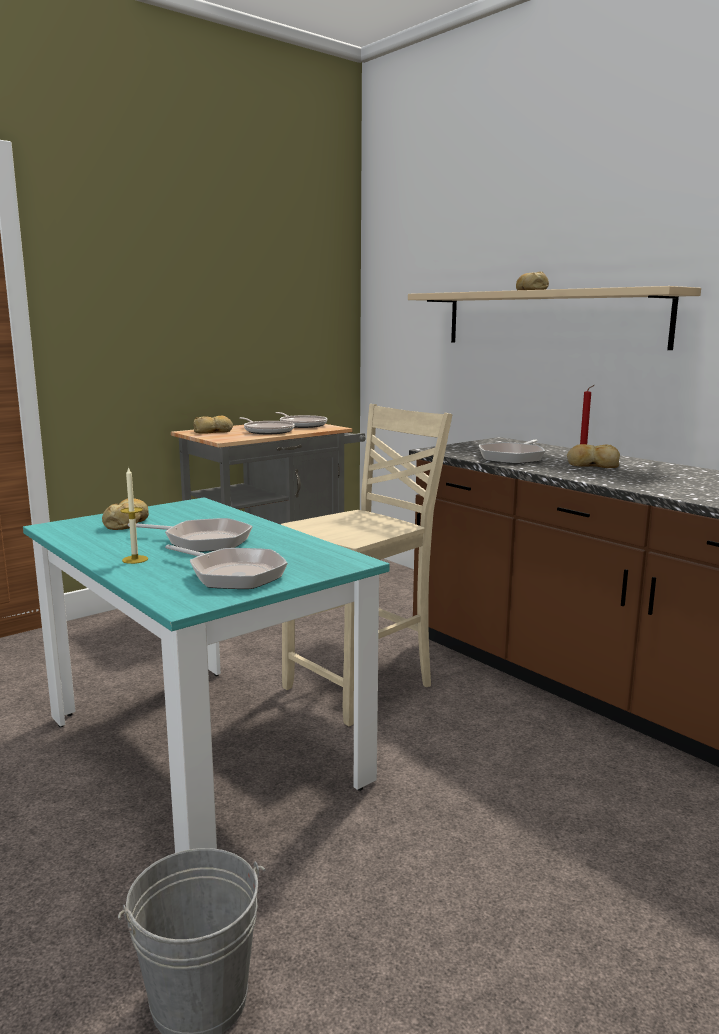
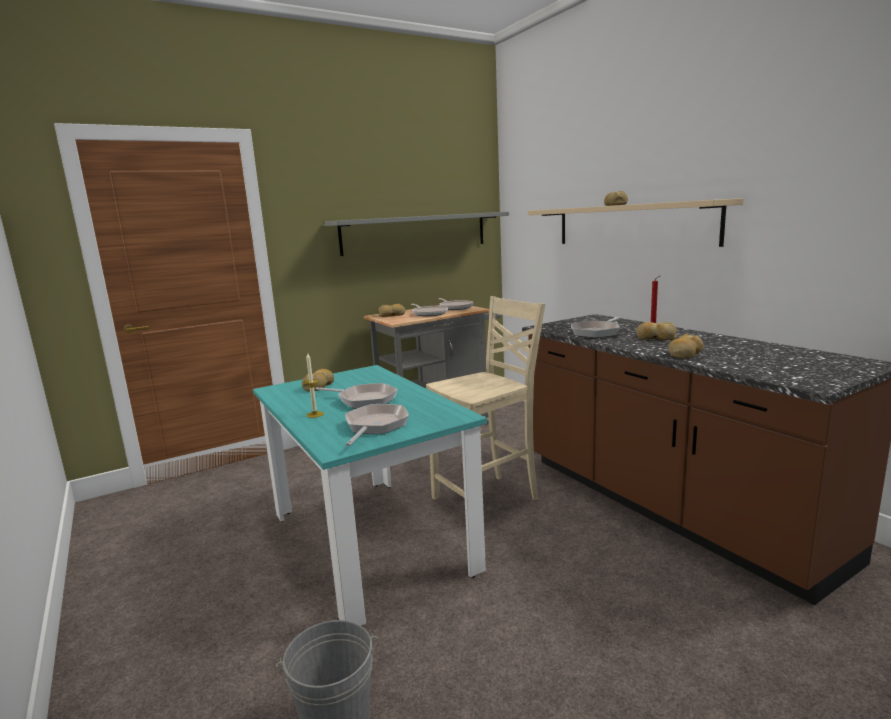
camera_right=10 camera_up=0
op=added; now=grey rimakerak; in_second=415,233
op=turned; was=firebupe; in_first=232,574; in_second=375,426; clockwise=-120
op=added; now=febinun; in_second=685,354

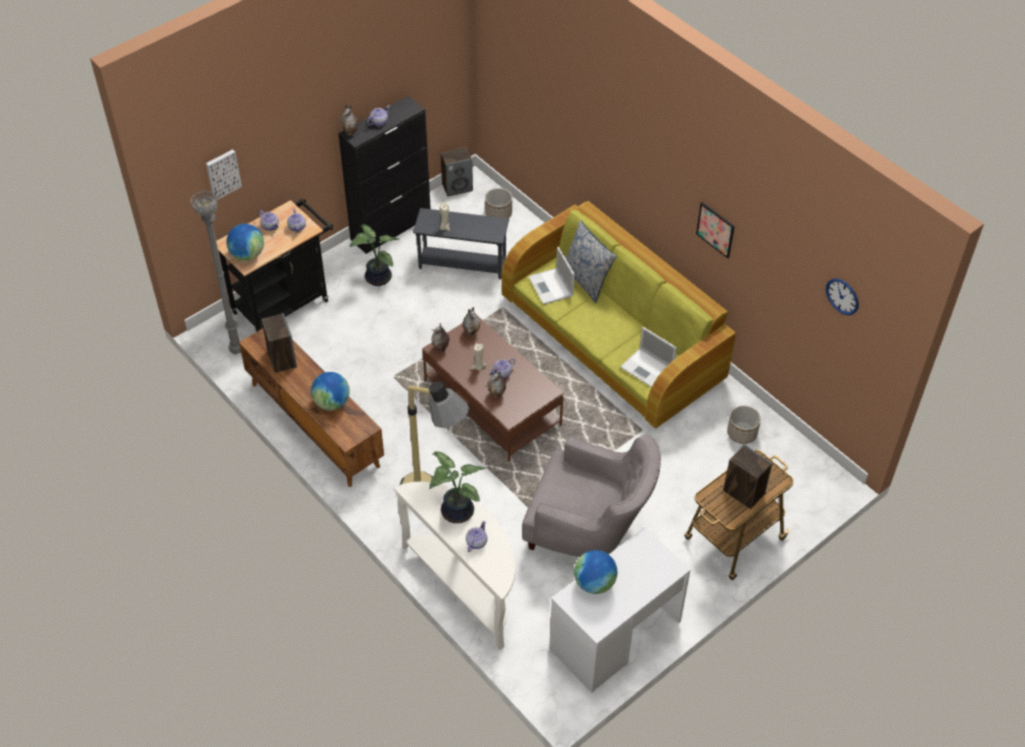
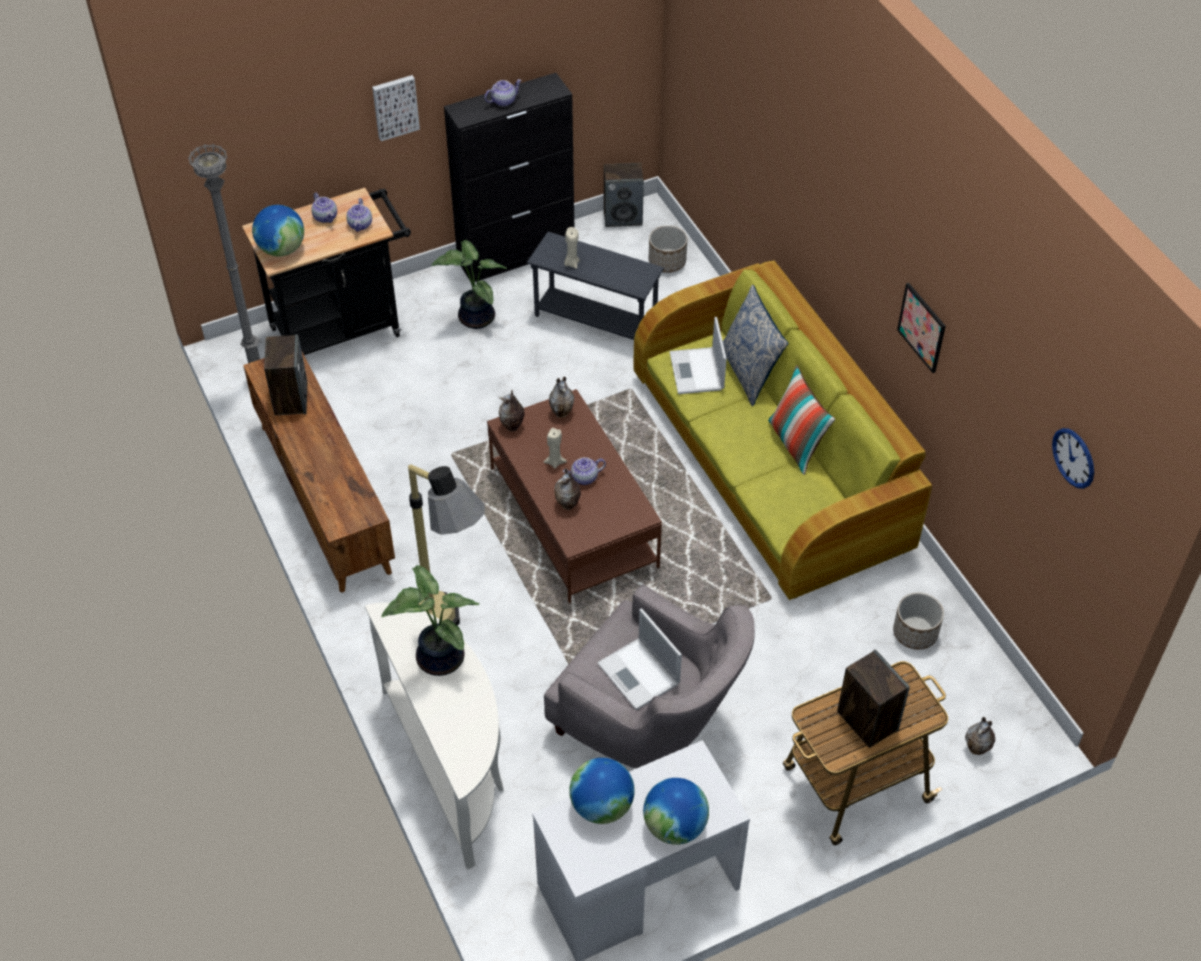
camera_right=15 camera_up=0
op=moved; was=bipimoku; in_first=222,173; in_second=395,106
op=moved; was=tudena; in_first=648,368; in_second=639,674
op=moved; was=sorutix; in_first=332,402; in_second=675,826
op=added; now=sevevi; in_second=797,444
op=moved; was=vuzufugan; in_first=351,132; in_second=977,749
op=removed; was=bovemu; in_first=476,542

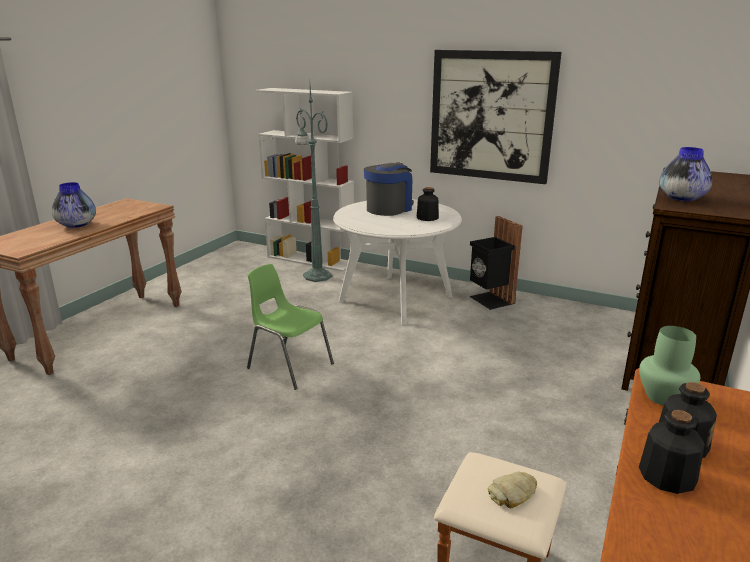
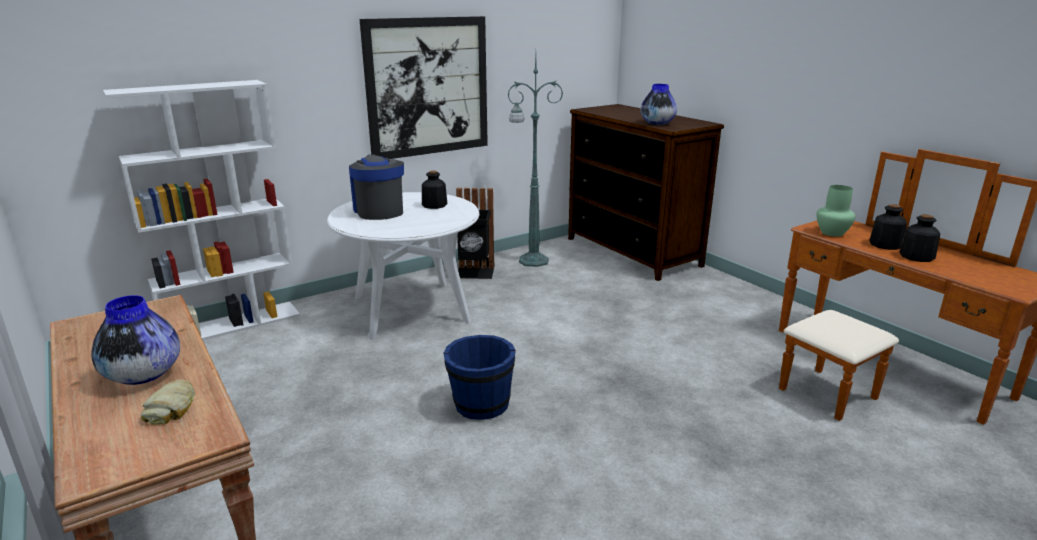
camera_right=-60 camera_up=0
op=moved; was=febinun; in_first=513,493; in_second=172,407
op=replaced; was=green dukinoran; now=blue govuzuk; in_first=289,366; in_second=481,405
op=moved; was=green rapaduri; in_first=316,275; in_second=532,261

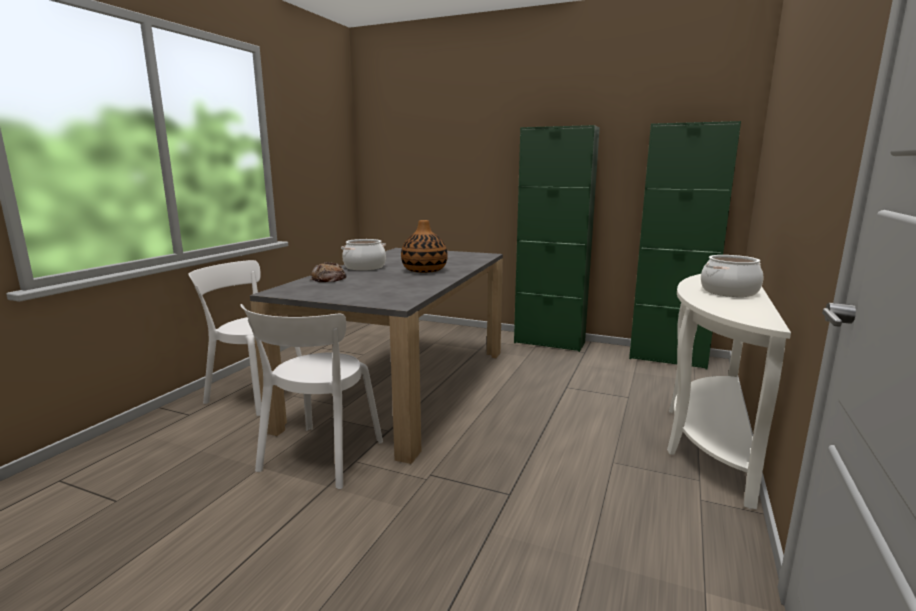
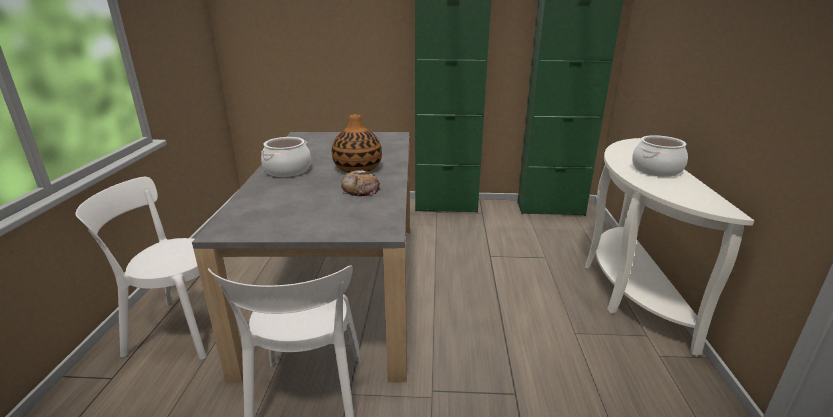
camera_right=-20 camera_up=10
op=moved; was=febinun; in_first=329,278; in_second=361,189

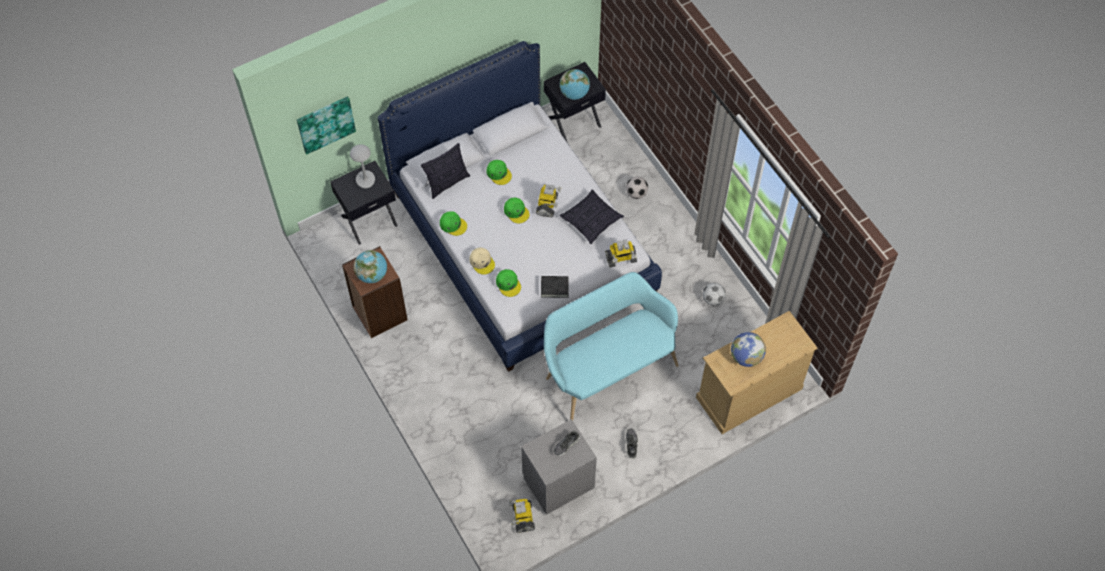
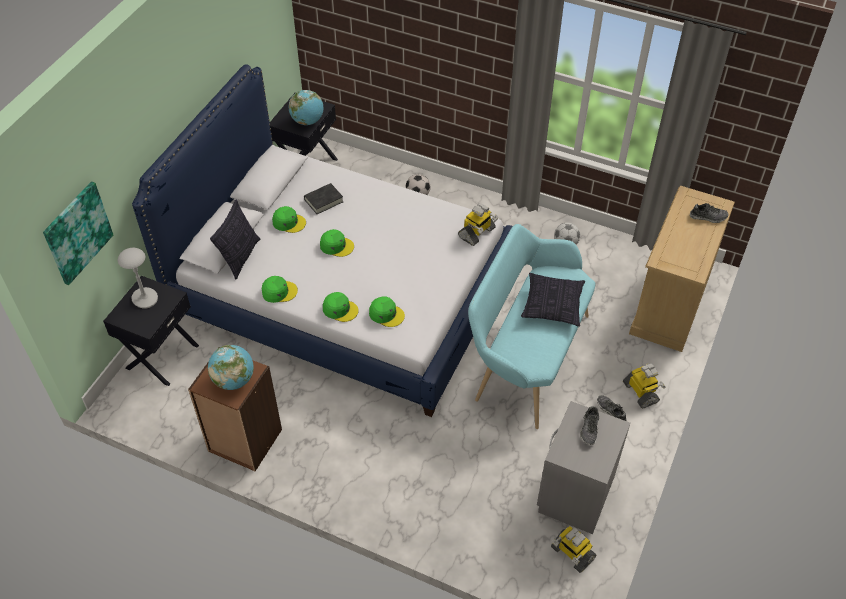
camera_right=-35 camera_up=-10
op=moved; was=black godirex; in_first=554,288; in_second=323,201
op=recoloured; was=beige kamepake; now=green kamepake; in_first=482,262; in_second=340,309
op=moved; was=sevevi; in_first=591,220; in_second=552,305
op=moved; was=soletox; in_first=547,205; in_second=641,392
op=added; now=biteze; in_second=708,217
op=removed; was=sorutix; in_first=746,357

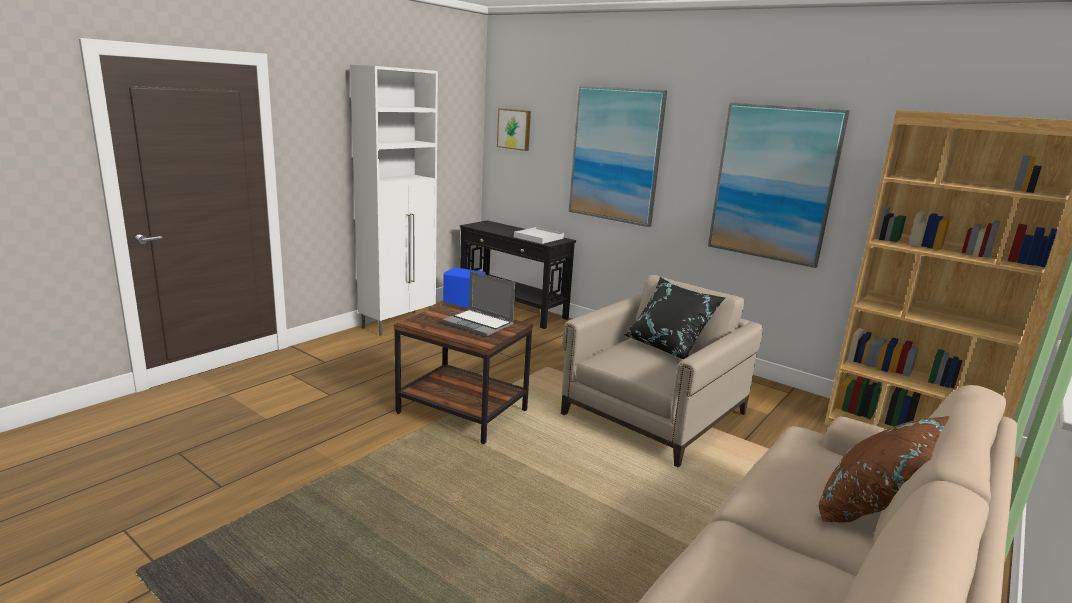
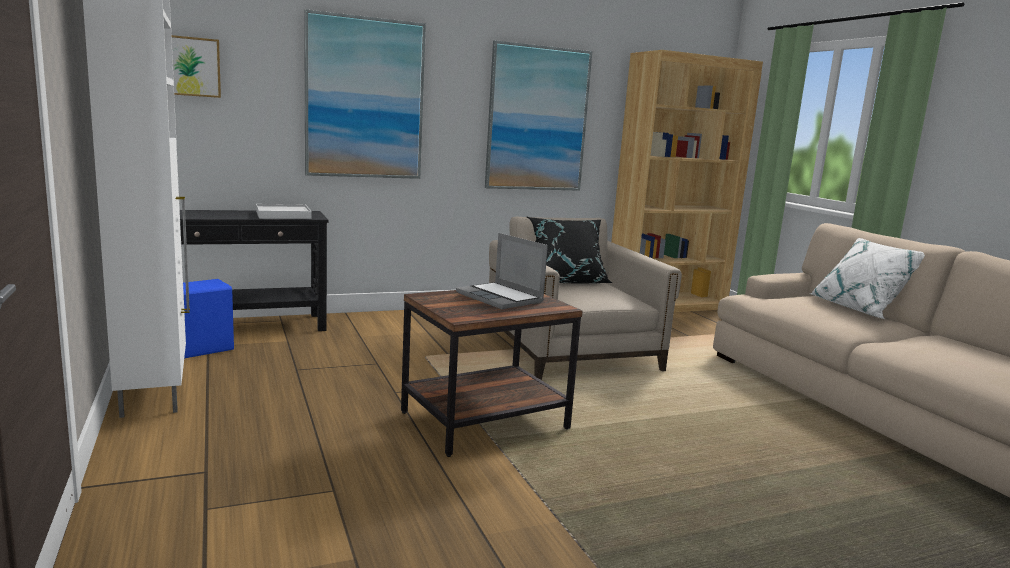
camera_right=-60 camera_up=-5
op=turned; was=tudena; in_first=479,324; in_second=501,298; clockwise=75
op=recoloured; was=brown sevevi; now=white sevevi; in_first=874,510; in_second=861,309

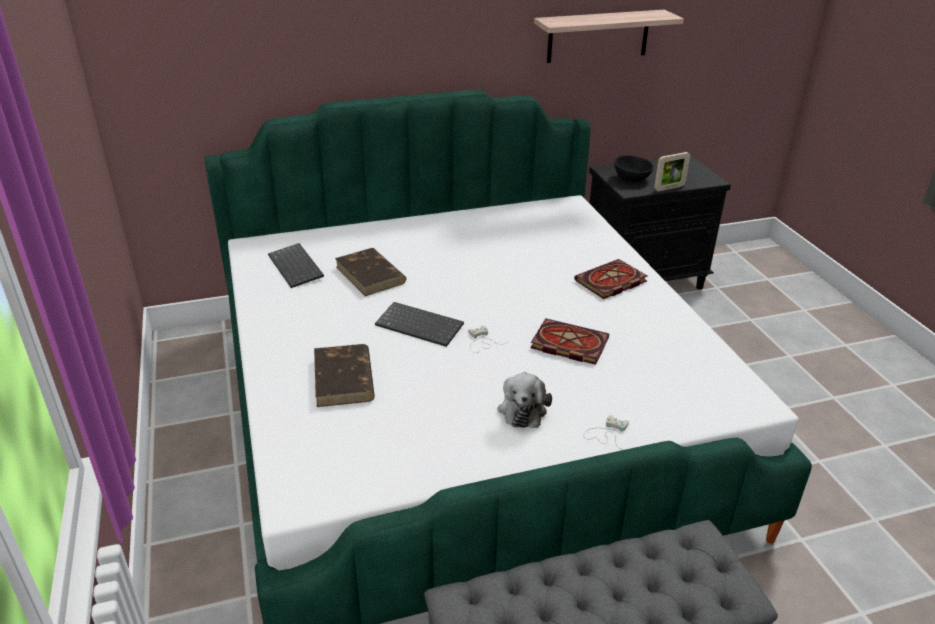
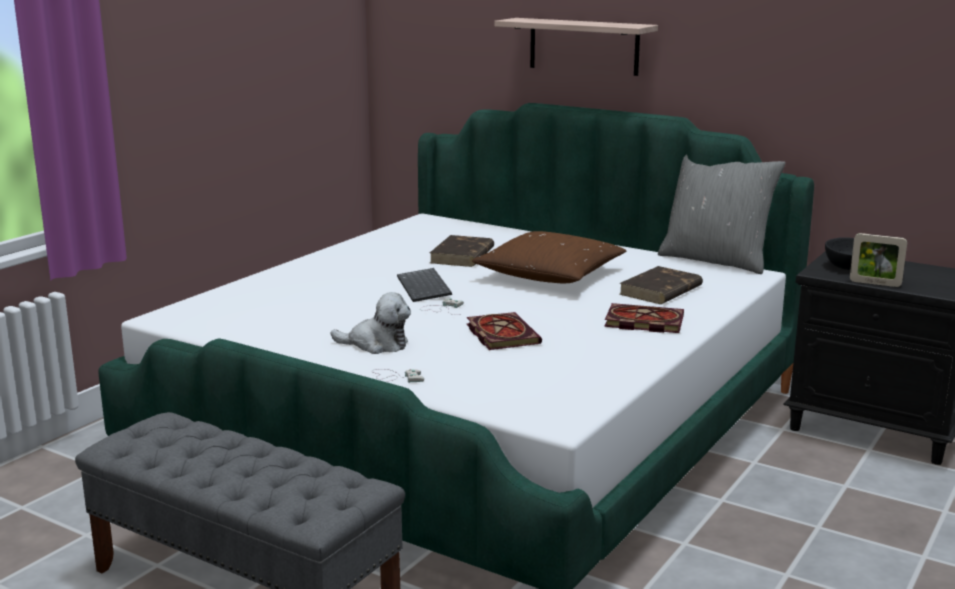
camera_right=50 camera_up=-15
op=turned; was=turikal; in_first=522,408; in_second=376,344; clockwise=-135
op=added; now=brown sevevi; in_second=550,275
op=moved; was=rimakerak; in_first=598,36; in_second=583,46
op=moved; was=brown godirex; in_first=344,379; in_second=660,290
op=added; now=grey sevevi; in_second=716,260
op=removed; was=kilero; in_first=297,267

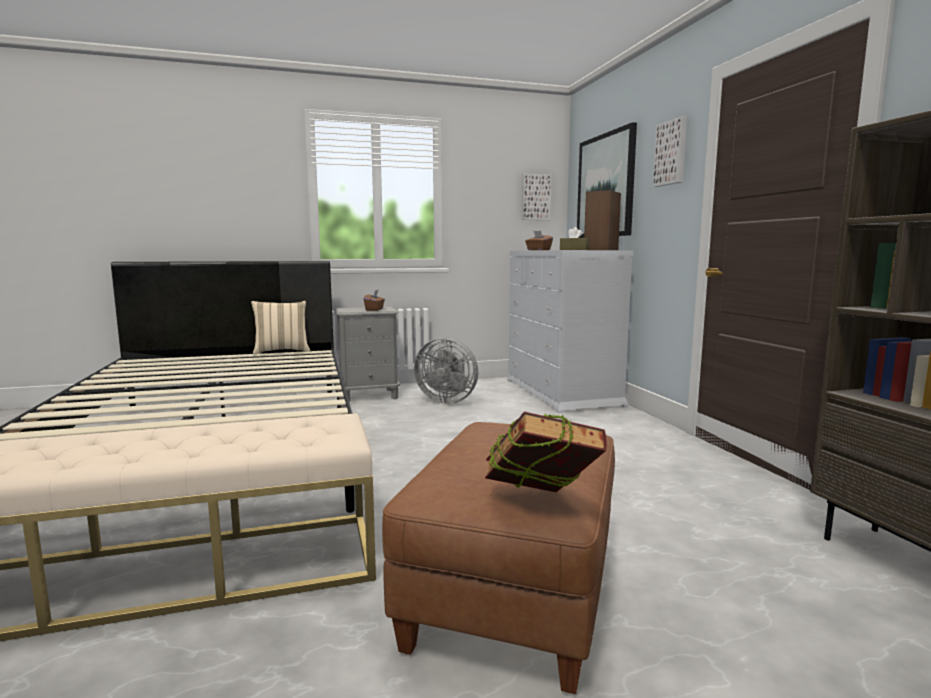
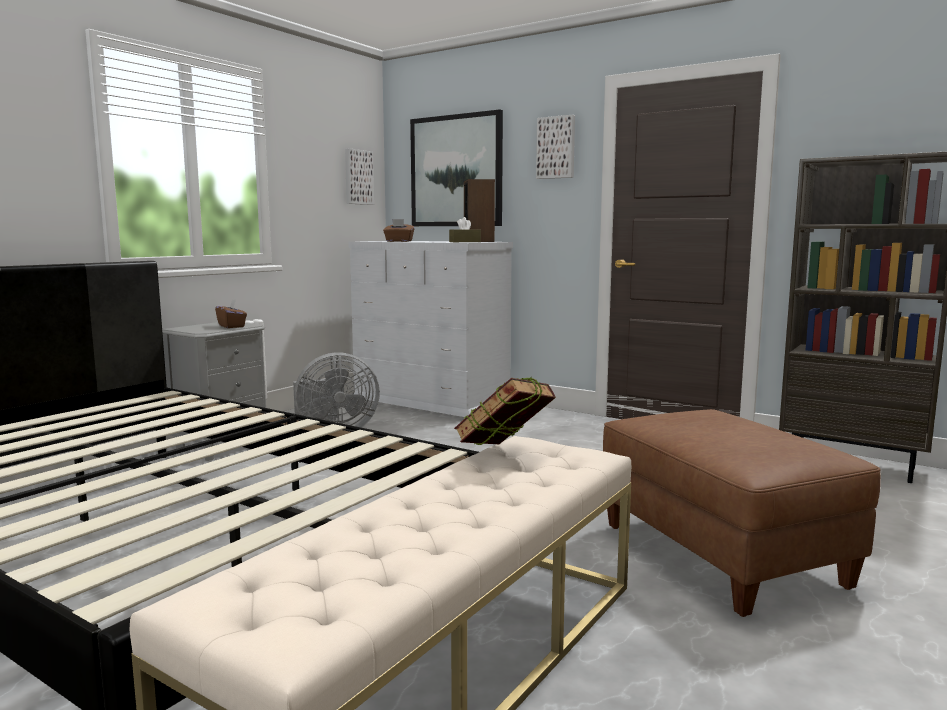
camera_right=-40 camera_up=0
op=moved; was=godirex; in_first=540,507; in_second=504,453
op=removed; was=beige sevevi; in_first=282,351

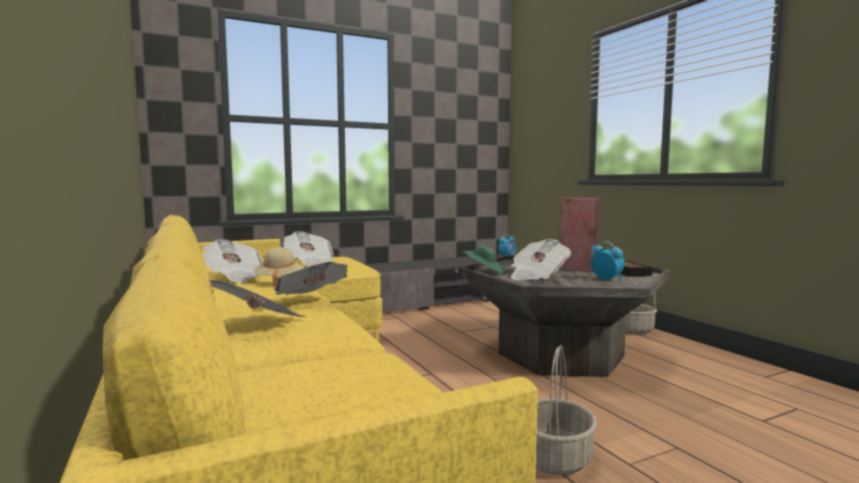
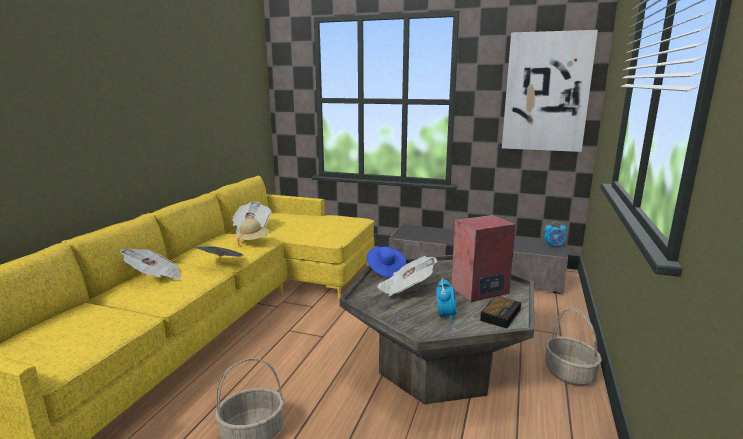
camera_right=45 camera_up=10
op=recoloured; was=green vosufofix; now=blue vosufofix; in_first=484,272; in_second=385,270
op=added; now=bipimoku; in_second=546,92
op=removed; was=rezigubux; in_first=309,263

